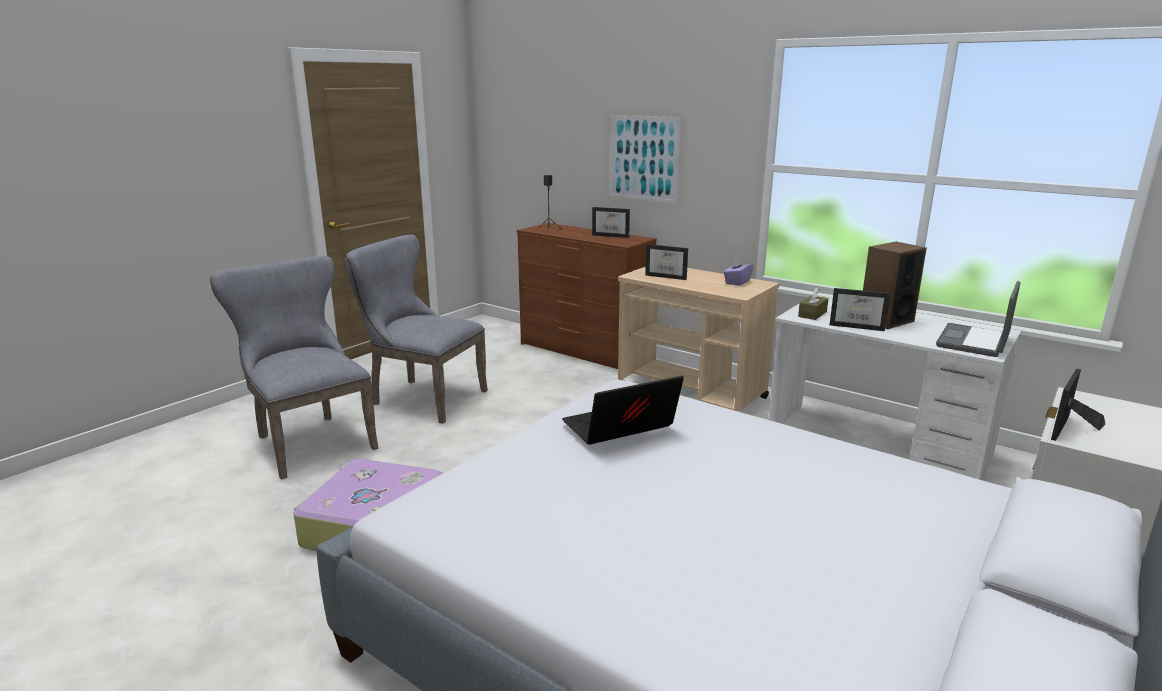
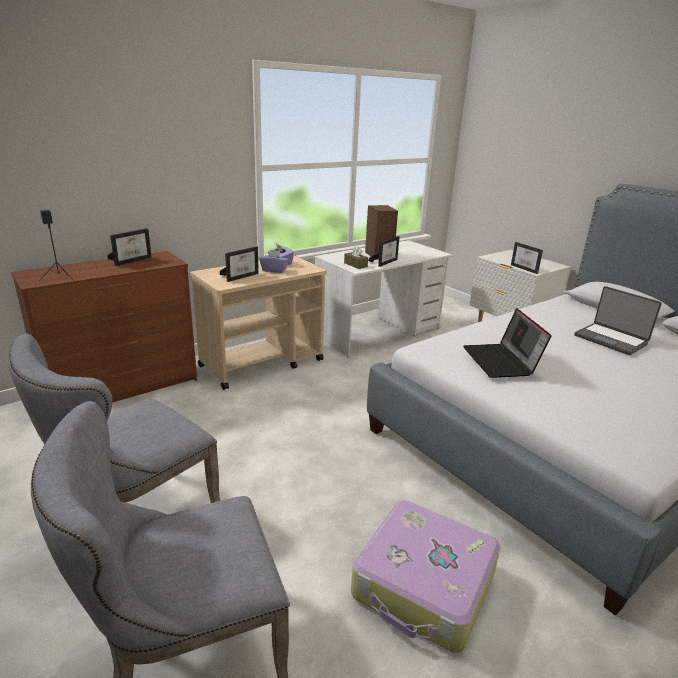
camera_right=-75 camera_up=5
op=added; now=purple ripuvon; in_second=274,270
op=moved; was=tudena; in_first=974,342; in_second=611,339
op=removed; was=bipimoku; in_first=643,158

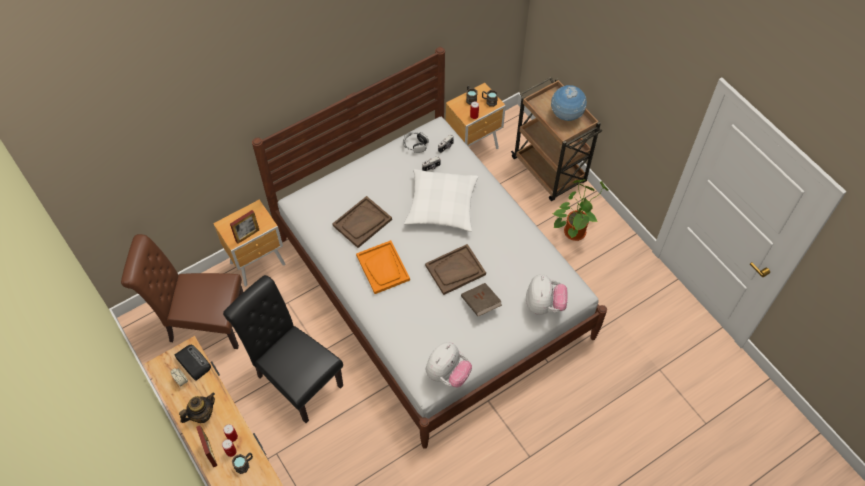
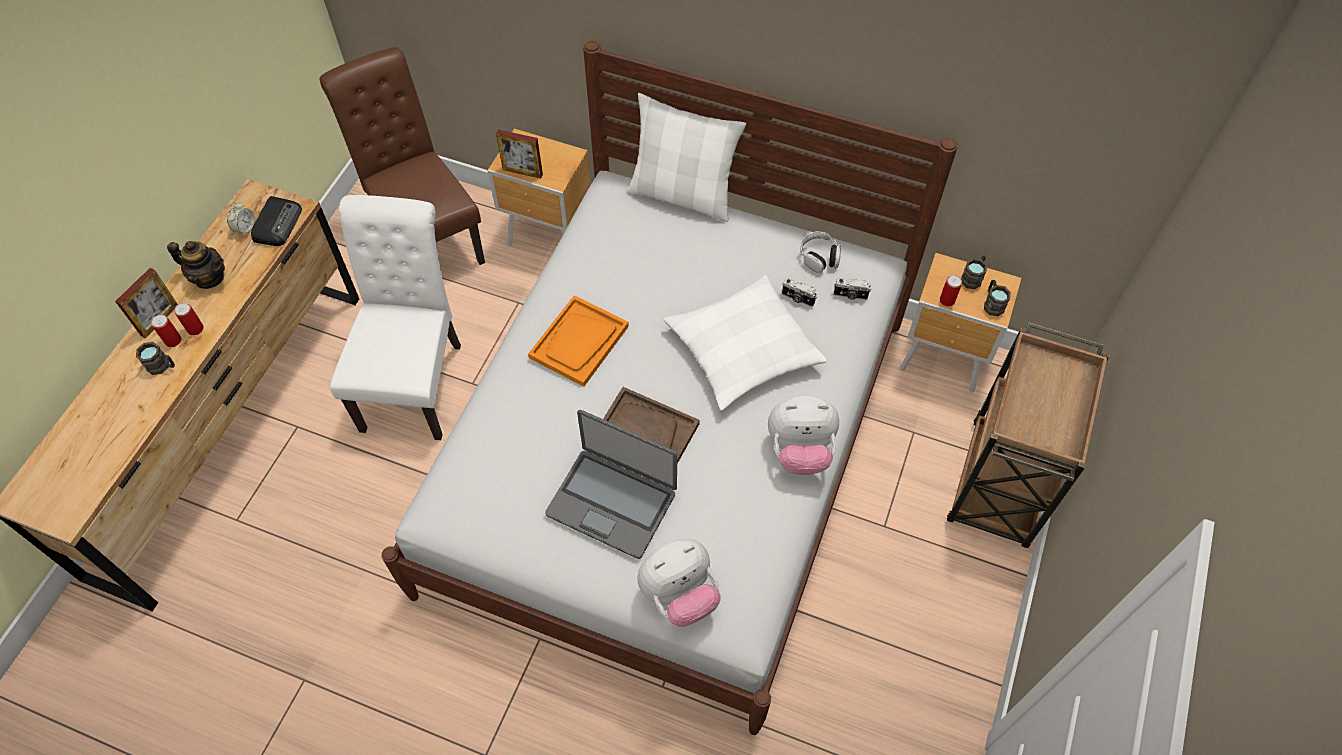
camera_right=55 camera_up=0
op=recoloured; was=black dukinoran; now=white dukinoran; in_first=295,378; in_second=415,380
op=replaced; was=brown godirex; now=tudena; in_first=480,304; in_second=612,502
op=added; now=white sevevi; in_second=683,195
op=moved; was=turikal; in_first=447,374; in_second=800,451
op=removed; was=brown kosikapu; in_first=362,223
op=removed; was=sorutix; in_first=566,115
op=removed; was=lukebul; in_first=574,230

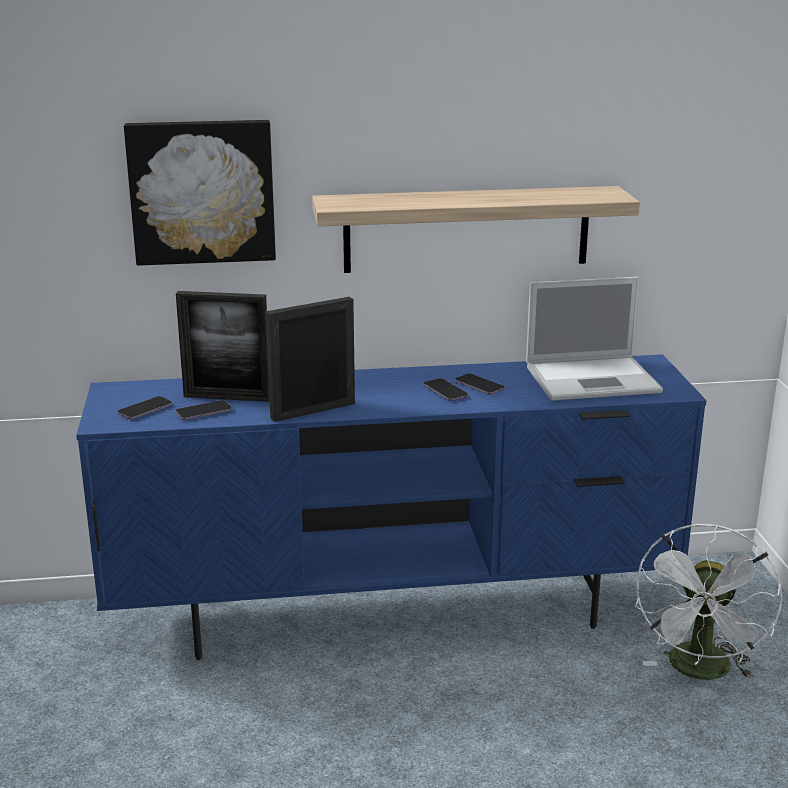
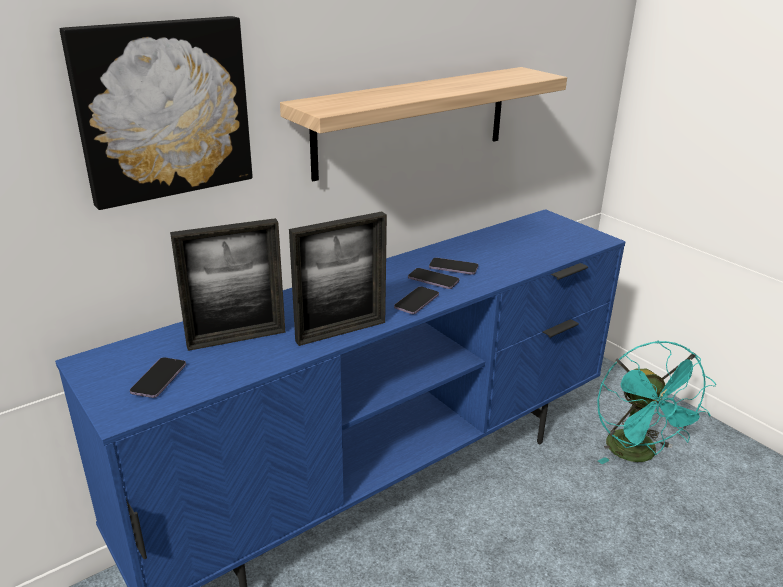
camera_right=-30 camera_up=5
op=turned; was=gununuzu; in_first=313,411; in_second=341,331; clockwise=-150
op=moved; was=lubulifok; in_first=204,412; in_second=416,302
op=recoloured; was=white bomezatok; now=turquoise bomezatok; in_first=700,672; in_second=638,454
op=removed; was=tudena; in_first=594,379

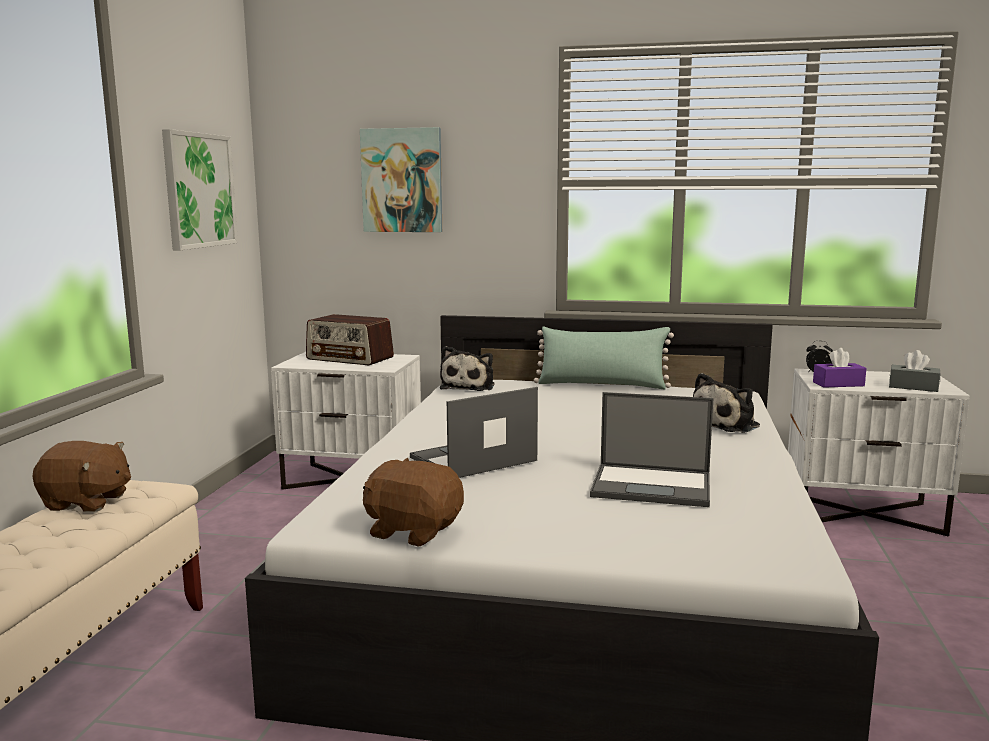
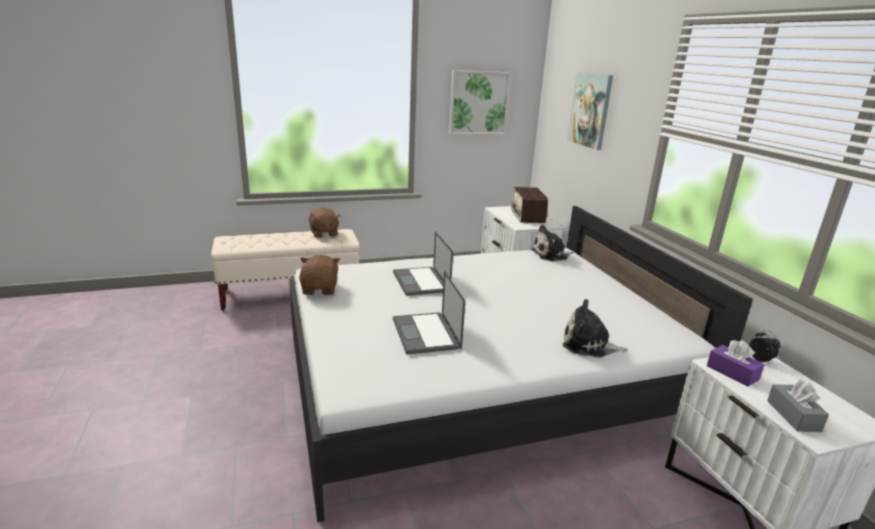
camera_right=60 camera_up=10
op=turned; was=tudena; in_first=472,459; in_second=421,282; clockwise=-135
op=removed; was=green sevevi; in_first=602,385

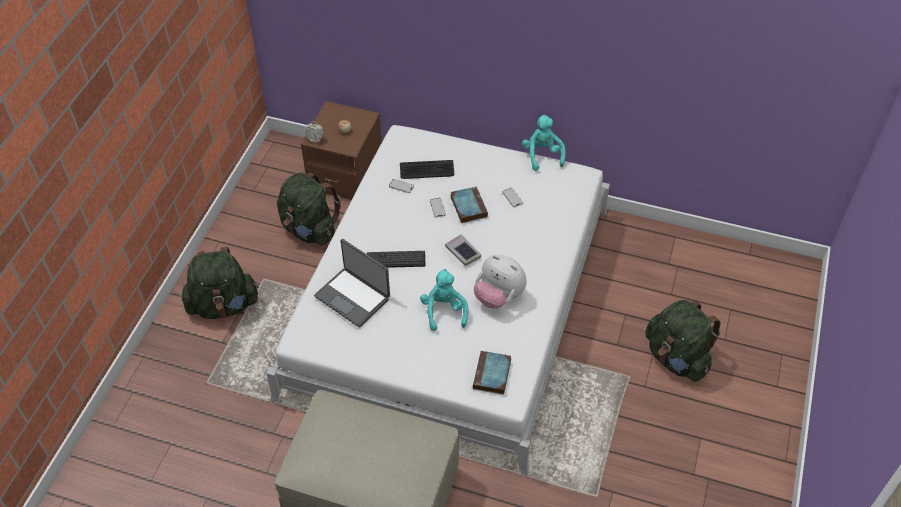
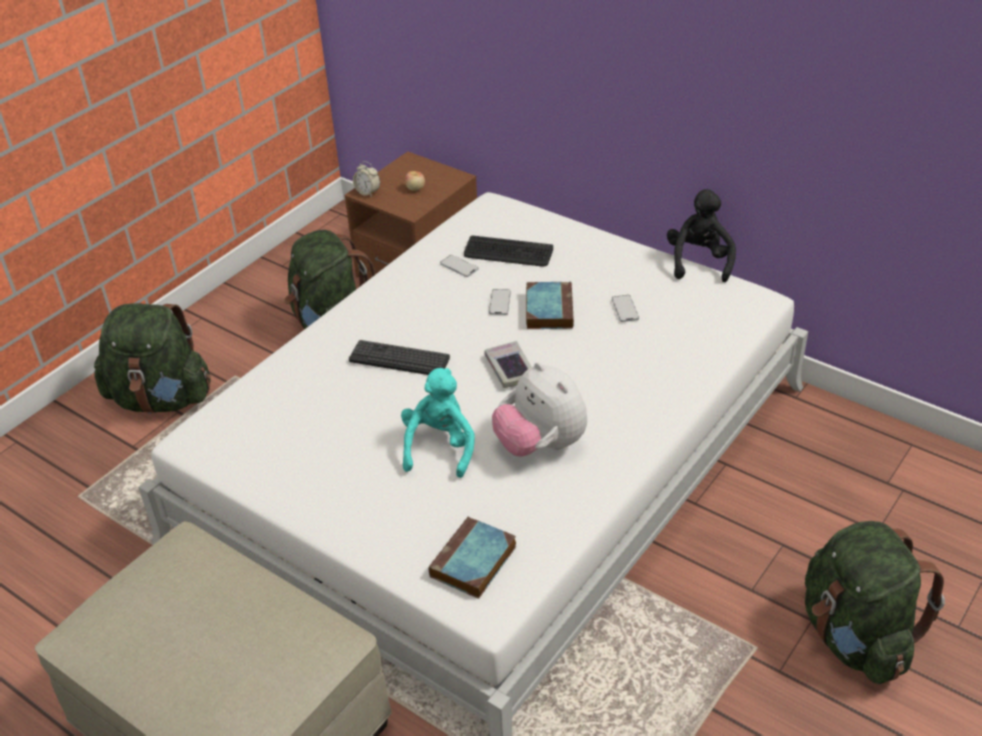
camera_right=20 camera_up=-10
op=recoloured; was=turquoise turikal; now=black turikal; in_first=542,155; in_second=699,261
op=removed; was=tudena; in_first=353,297

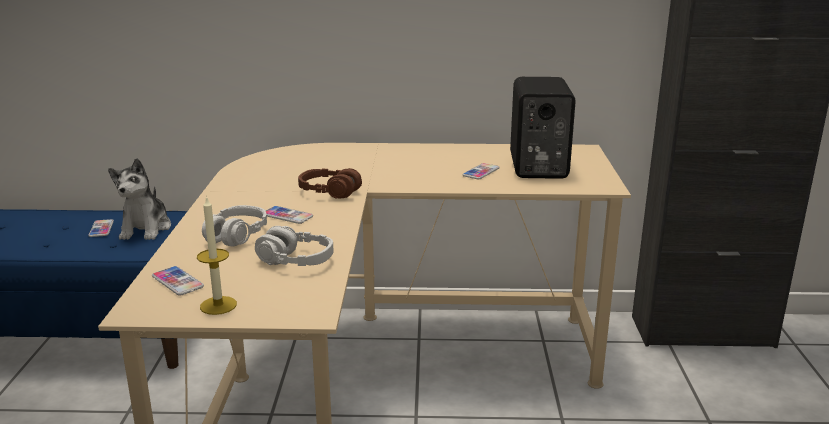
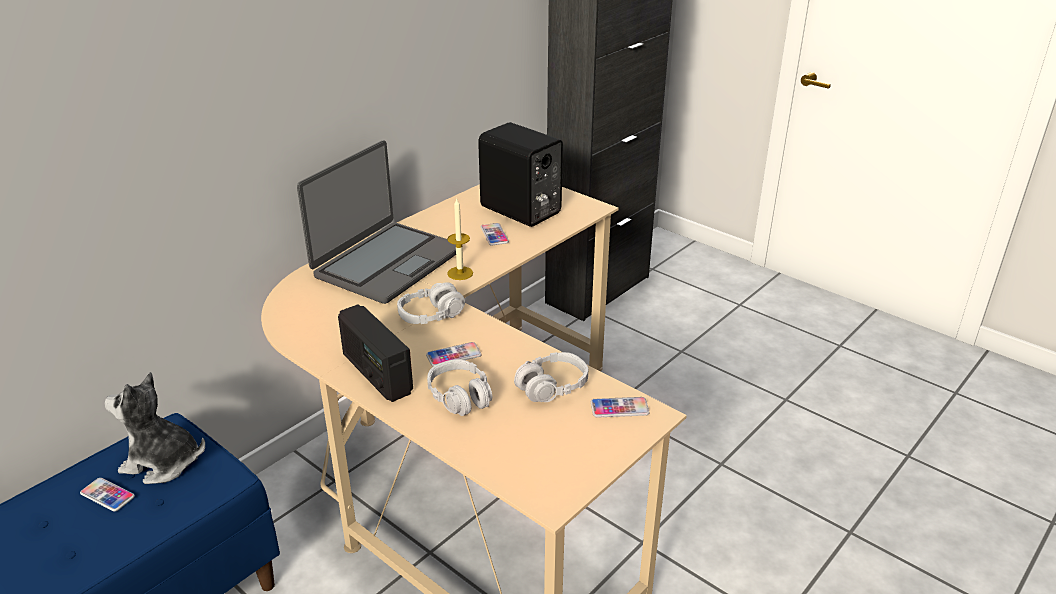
camera_right=-50 camera_up=10
op=turned; was=turikal; in_first=146,229; in_second=162,463; clockwise=150
op=added; now=tudena; in_second=387,263
op=added; now=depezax; in_second=376,373
op=recoloured; was=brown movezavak; now=grey movezavak; in_first=329,192; in_second=431,315
op=moved; was=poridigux; in_first=218,305; in_second=460,273
op=moved; was=lubulifok; in_first=177,282; in_second=619,408

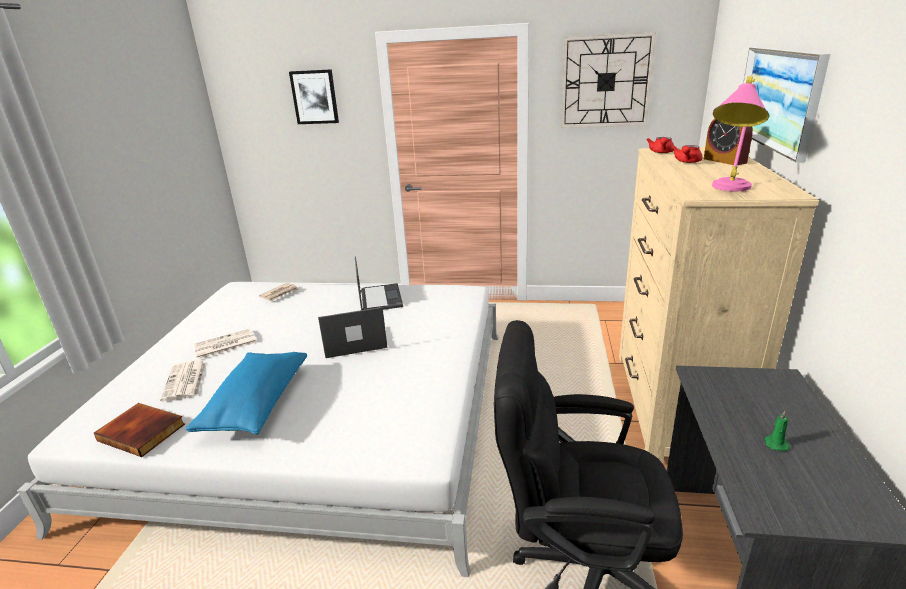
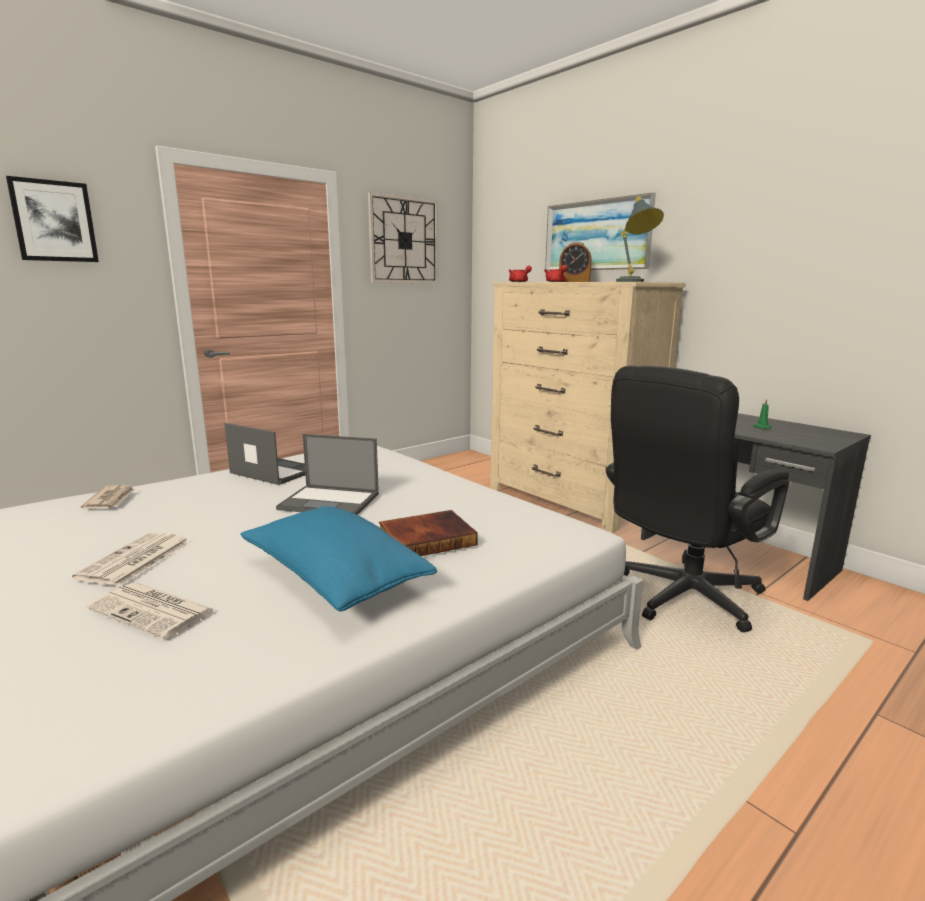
camera_right=-50 camera_up=-10
op=turned; was=tudena; in_first=353,341; in_second=331,501; clockwise=-105
op=moved; was=godirex; in_first=143,431; in_second=427,538
op=recoloured; was=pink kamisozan; now=grey kamisozan; in_first=728,190; in_second=634,281

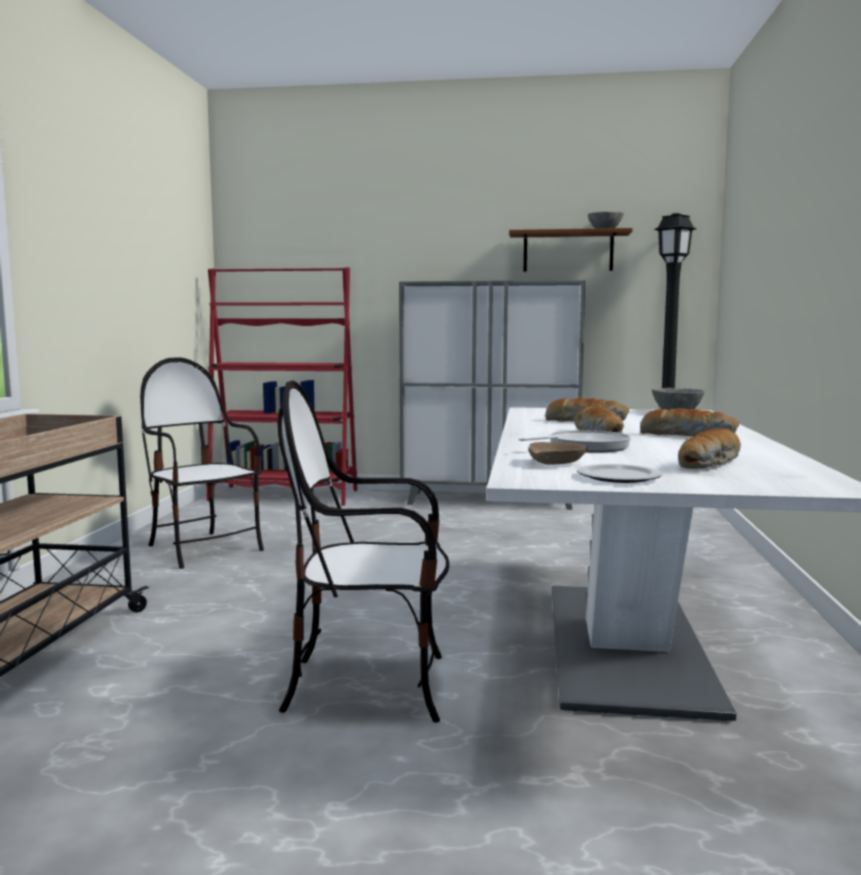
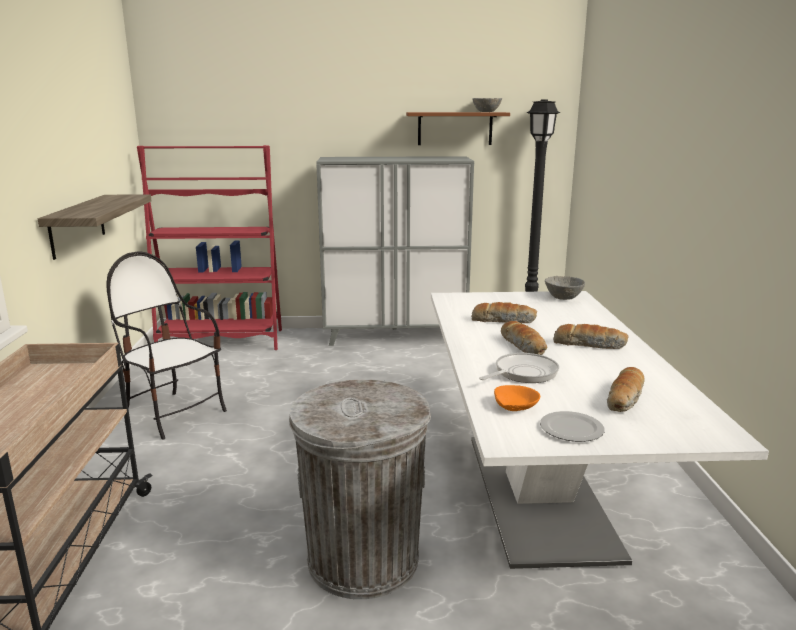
camera_right=-10 camera_up=10
op=added; now=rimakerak; in_second=77,225
op=replaced; was=dukinoran; now=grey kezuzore; in_first=370,685; in_second=363,559
op=recoloured; was=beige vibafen; now=orange vibafen; in_first=555,463; in_second=515,406

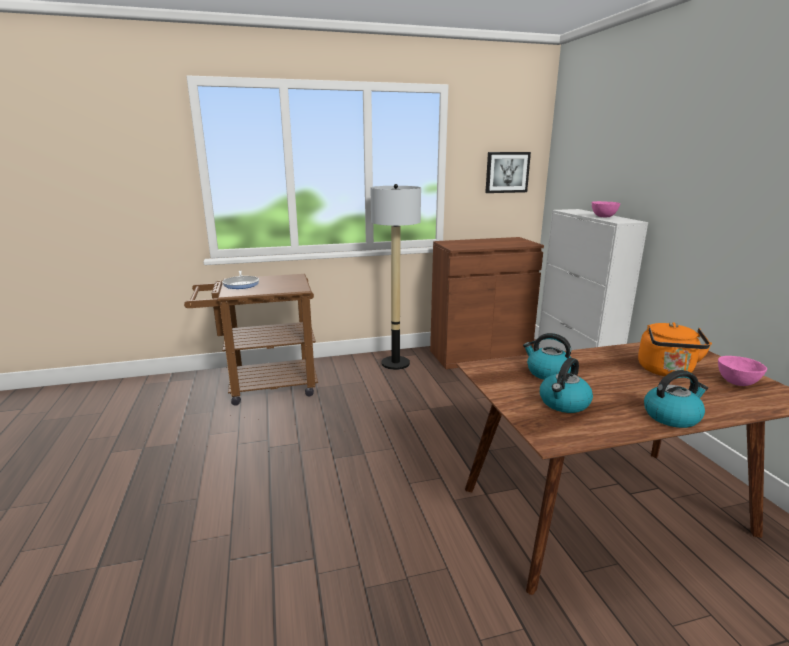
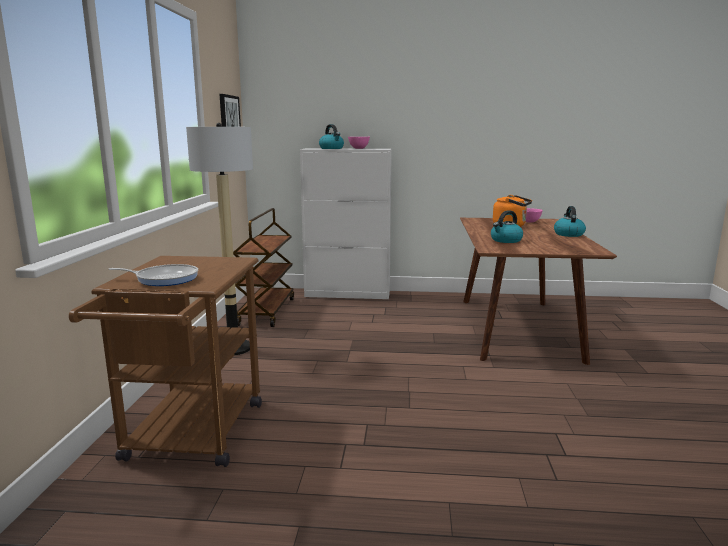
camera_right=-70 camera_up=-5
op=replaced; was=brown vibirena; now=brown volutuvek; in_first=480,355; in_second=266,311
op=moved; was=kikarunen; in_first=564,403; in_second=331,148

